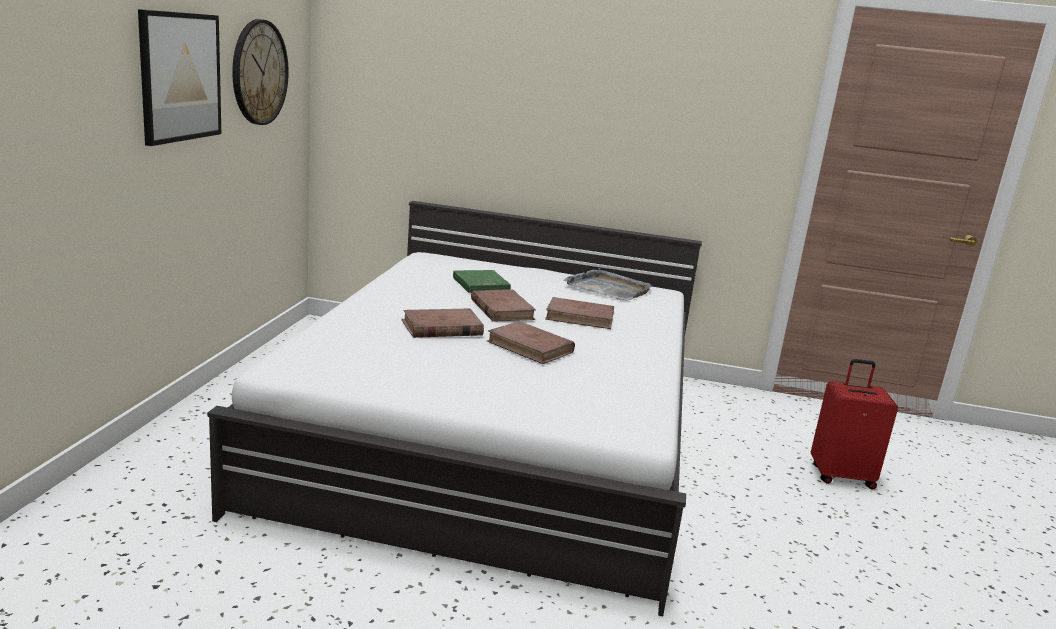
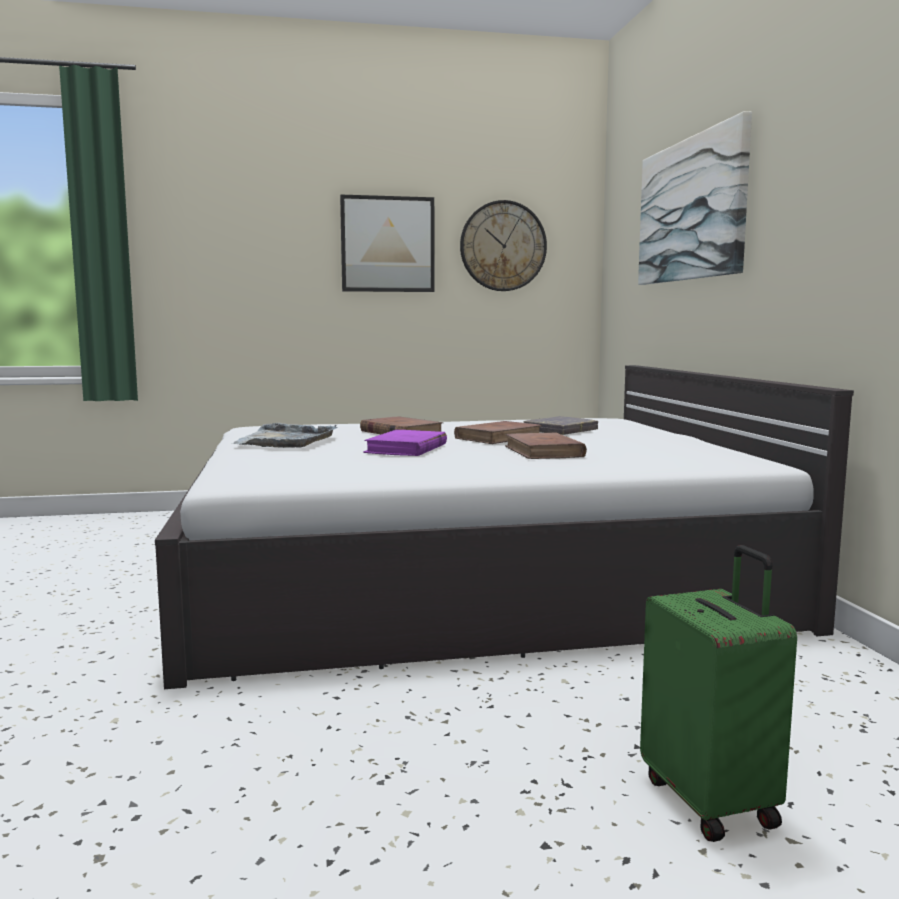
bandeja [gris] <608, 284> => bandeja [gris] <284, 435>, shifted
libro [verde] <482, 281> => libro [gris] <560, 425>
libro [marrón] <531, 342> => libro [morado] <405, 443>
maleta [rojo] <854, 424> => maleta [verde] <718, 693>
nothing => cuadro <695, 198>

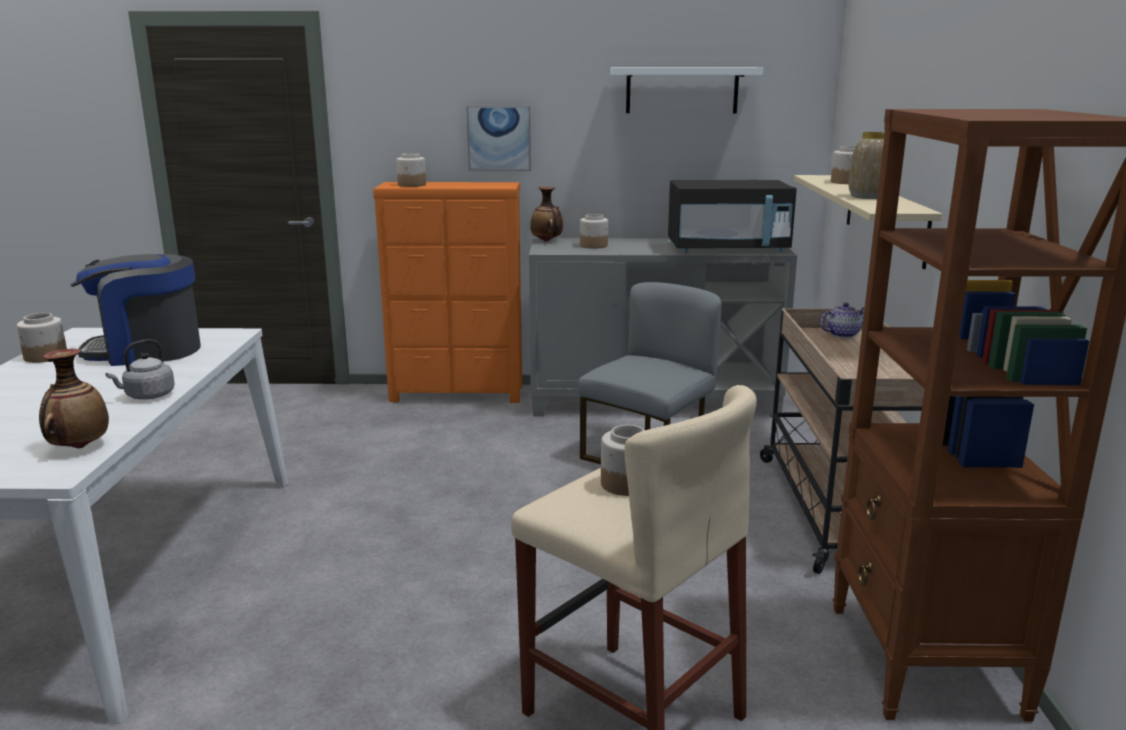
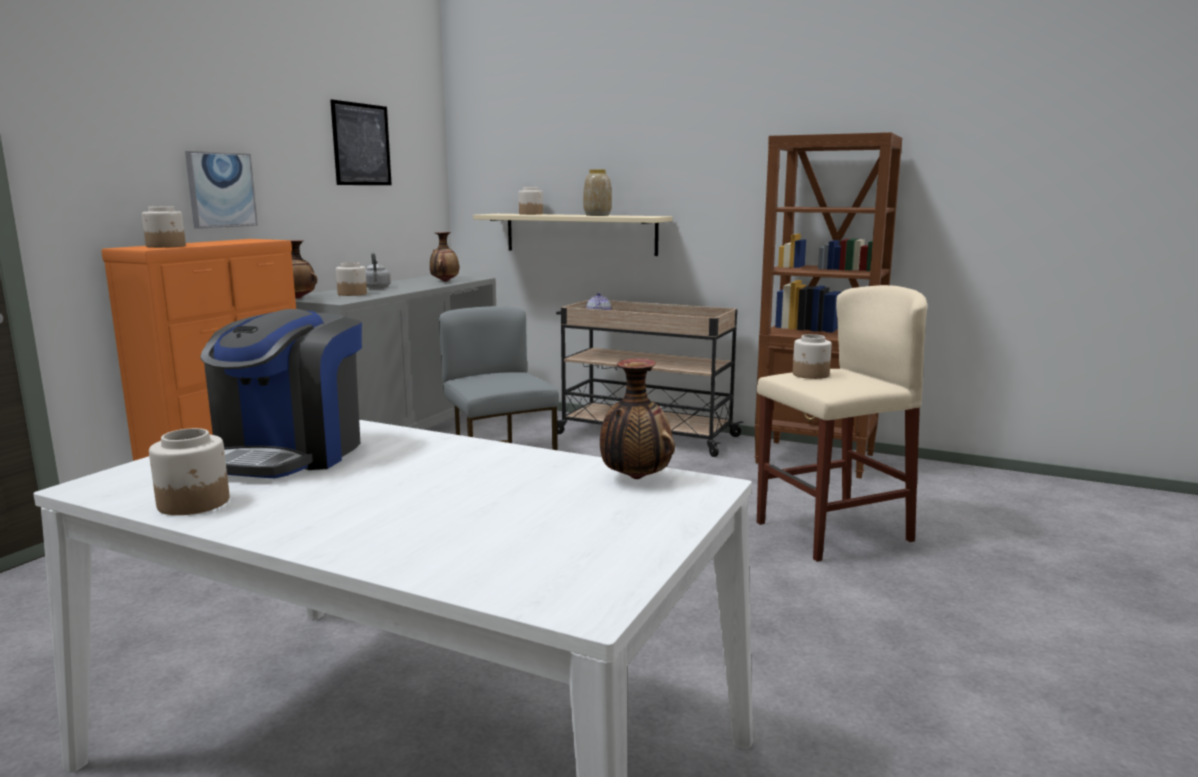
estante [blanco] <686, 90> => cuadro <361, 142>
microondas [negro] <732, 216> => florero <444, 257>
hervidor [gris] <140, 369> => hervidor [gris] <378, 271>, shifted

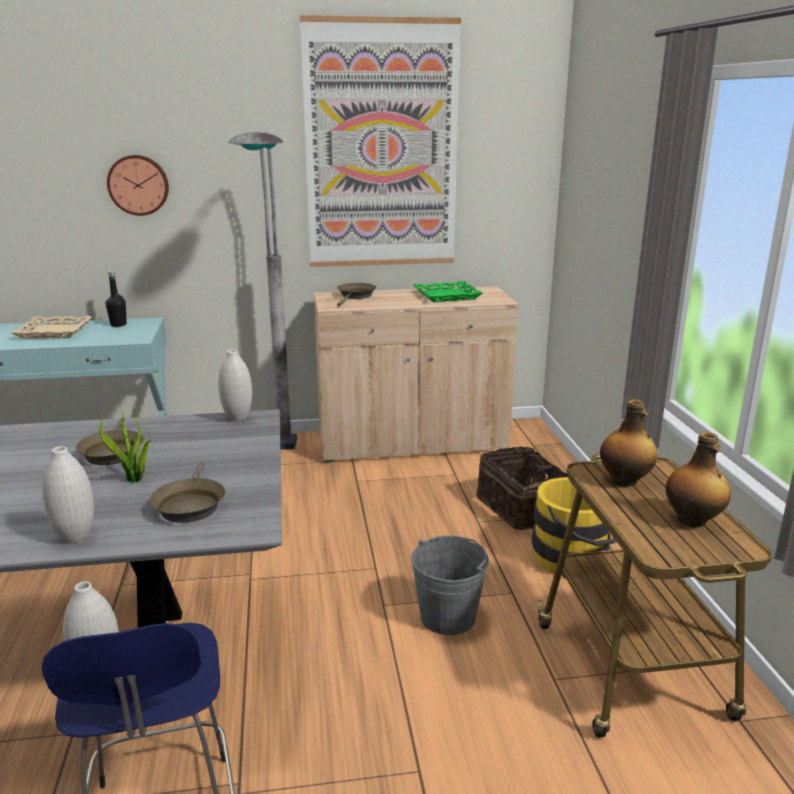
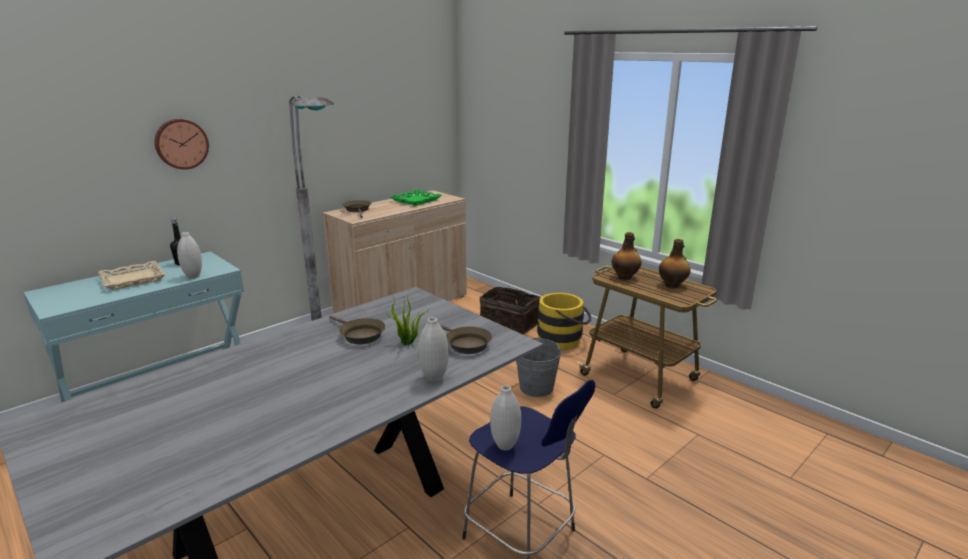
cuadro <380, 141> => nothing
florero [blanco] <235, 385> => florero [blanco] <189, 255>, shifted

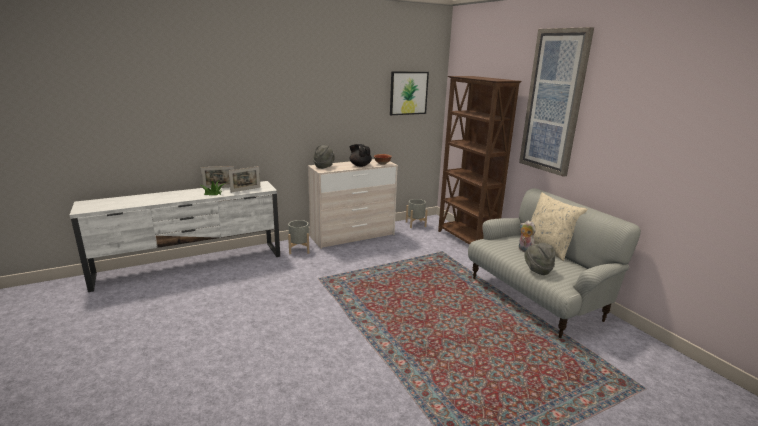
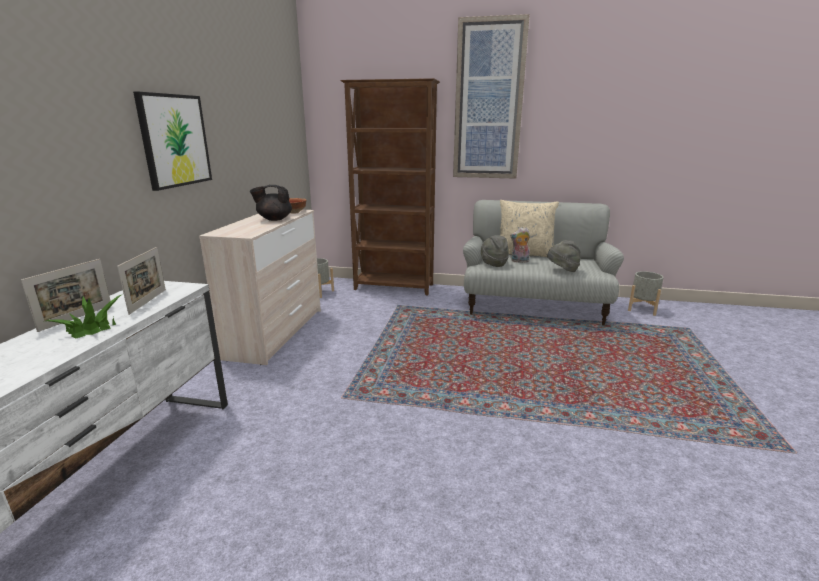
cuadro <409, 93> => cuadro <172, 141>, shifted
sombrero [gris] <324, 157> => sombrero [gris] <495, 251>, shifted
maceta [gris] <298, 237> => maceta [gris] <646, 293>, shifted

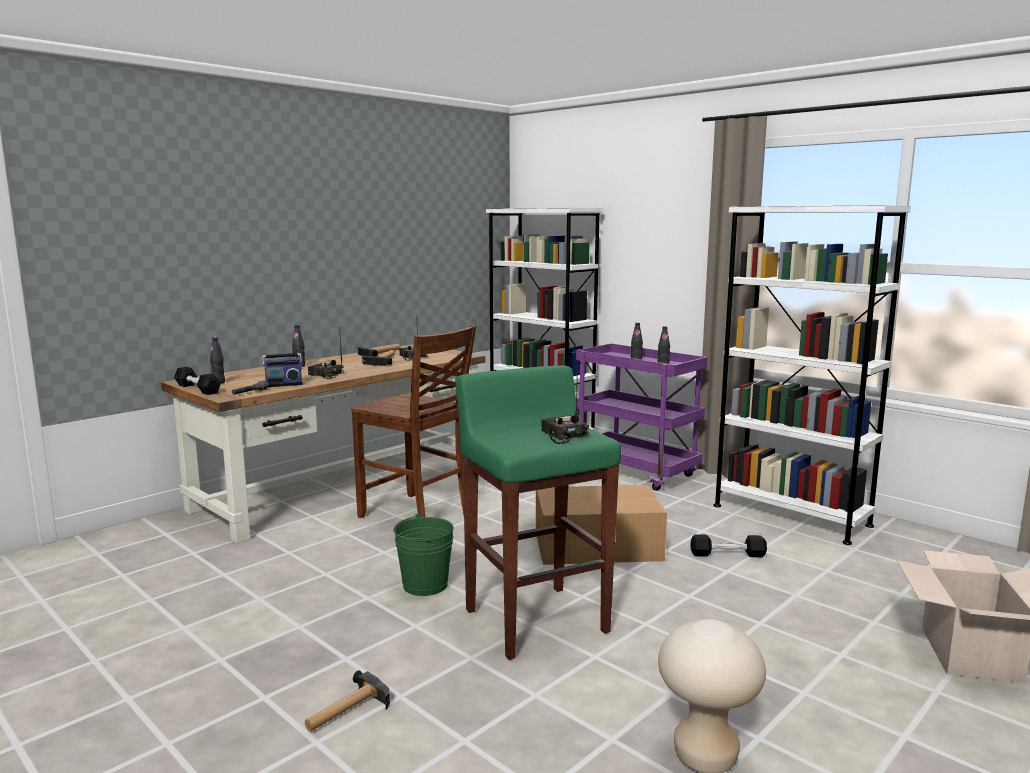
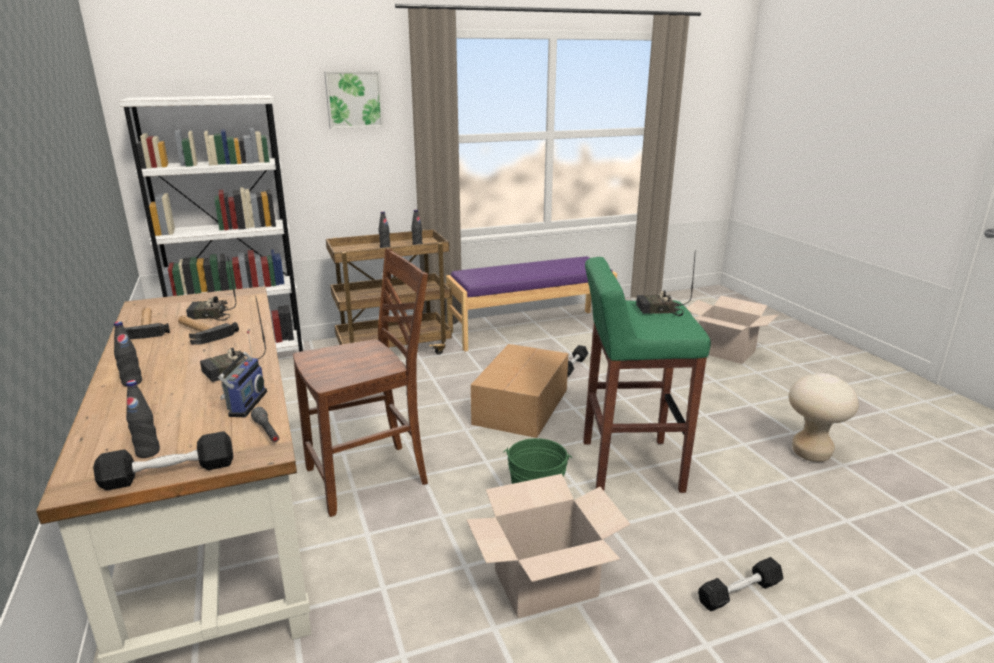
estantería [blanco] <812, 375> => banco [morado] <531, 304>
carrito [morado] <642, 417> => carrito [marrón] <389, 292>
martillo <347, 701> => mancuerna [negro] <741, 584>
nothing => cuadro <353, 100>
nothing => caja de cartón <548, 546>

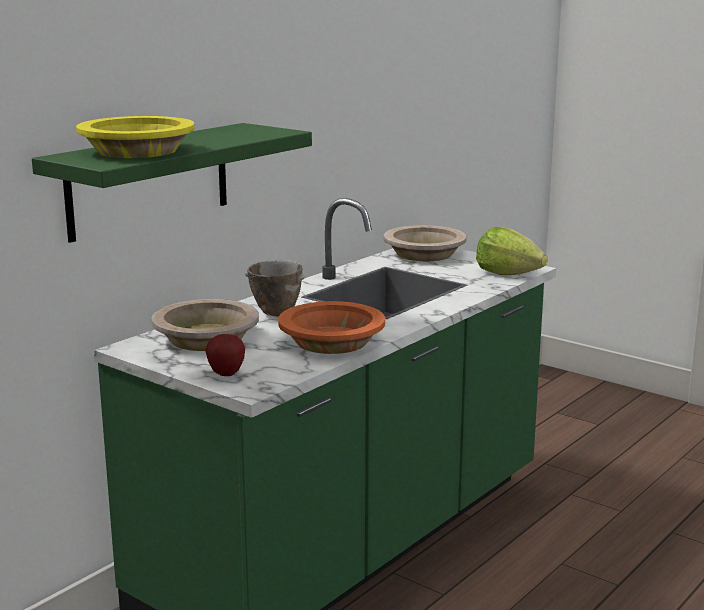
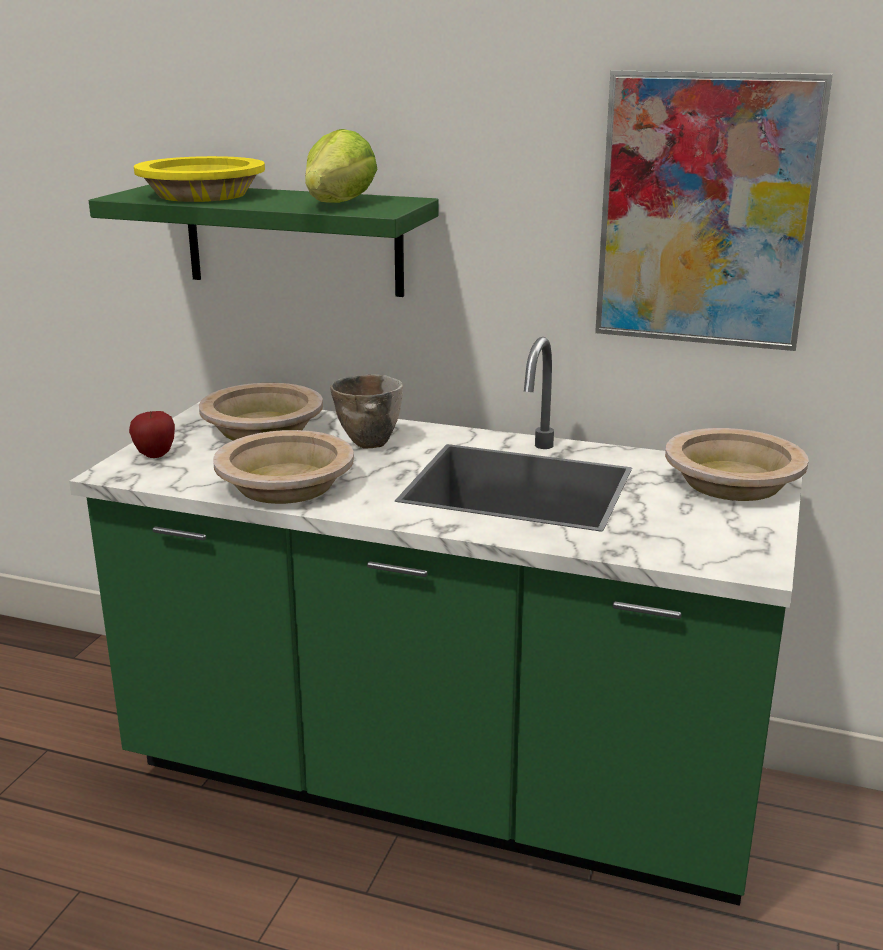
lechuga <512, 251> => lechuga <341, 166>, shifted
cuenco [naranja] <331, 327> => cuenco [beis] <283, 467>
nothing => cuadro <714, 210>

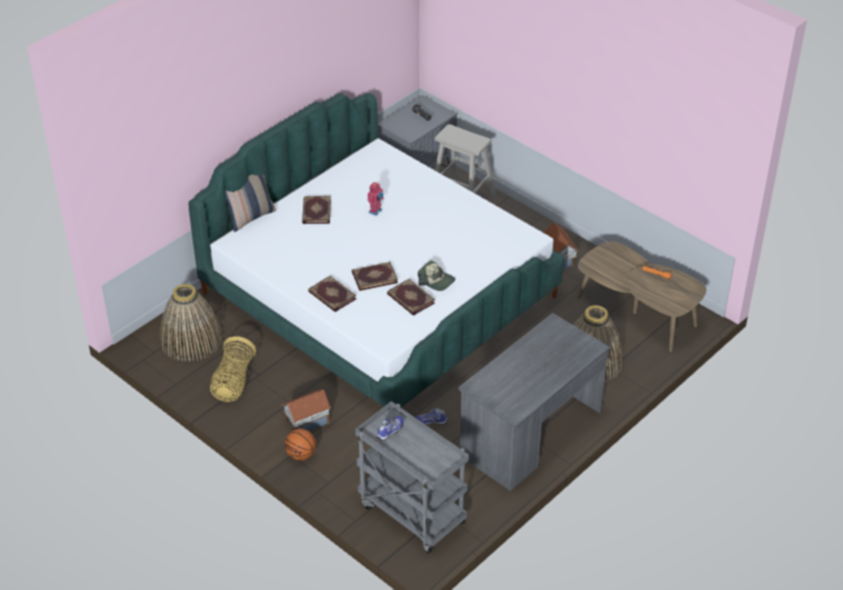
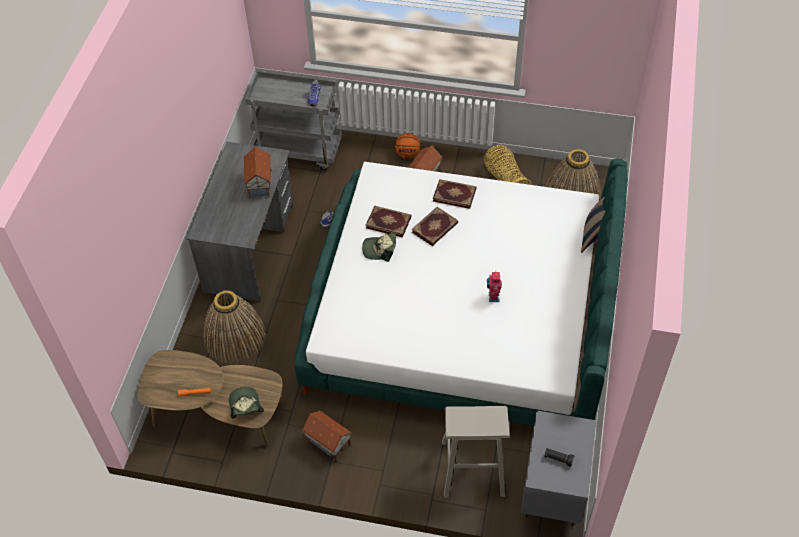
libro <316, 210> => nothing
nothing => casita <257, 172>
nothing => gorra <246, 402>

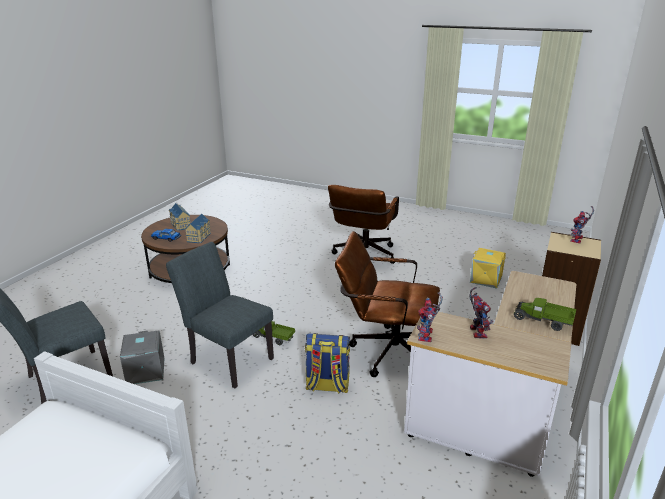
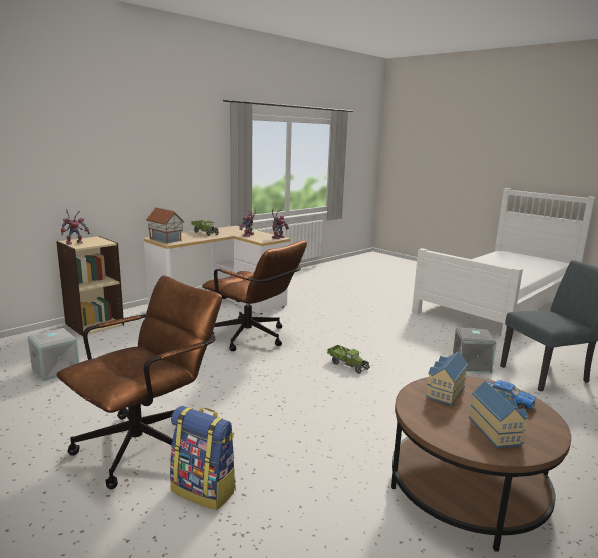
silla [gris] <220, 315> => nothing
caja de almacenaje [amarillo] <488, 268> => caja de almacenaje [gris] <53, 355>
mochila <327, 363> => mochila <203, 458>, shifted
nothing => casita <165, 226>

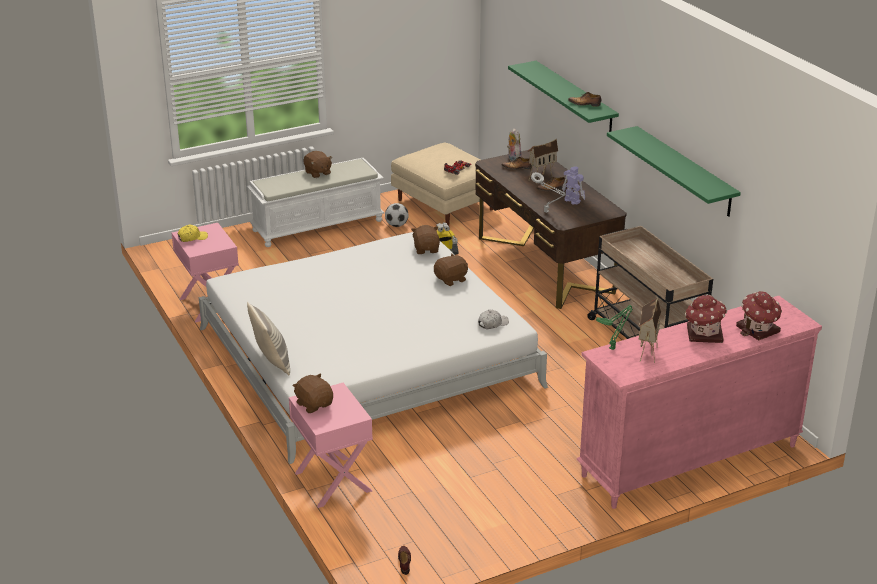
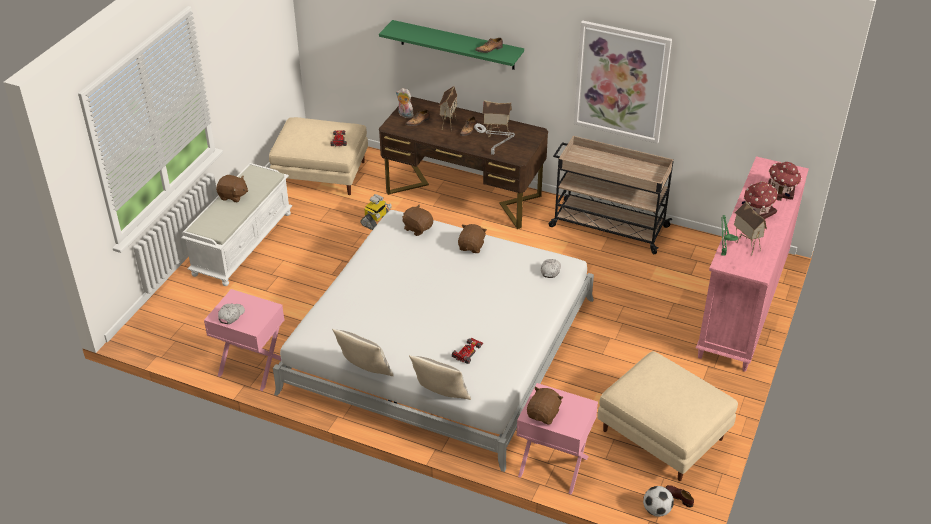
estante [verde] <674, 171> => cuadro <623, 82>
robot de juguete <573, 186> => casita <497, 118>
balón de fútbol <397, 215> => balón de fútbol <658, 501>, shifted
gorra [amarillo] <193, 233> => gorra [blanco] <231, 314>
peluche [marrón] <313, 393> => peluche [marrón] <545, 406>, 105 degrees clockwise
nothing => cojín <363, 352>
nothing => coche de juguete <467, 351>
nothing => puf [beis] <667, 416>

